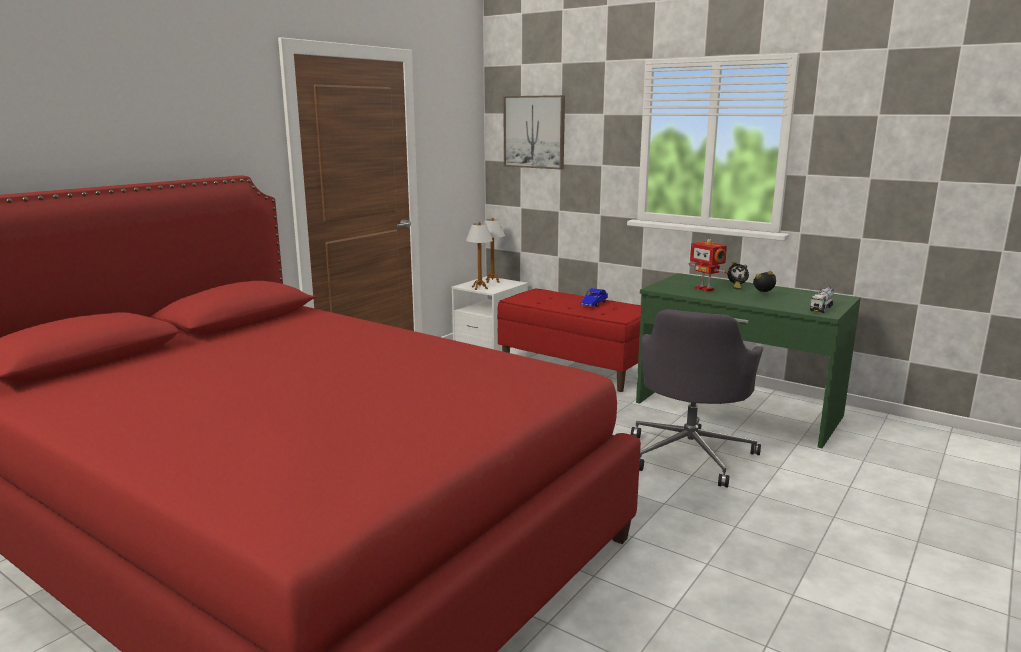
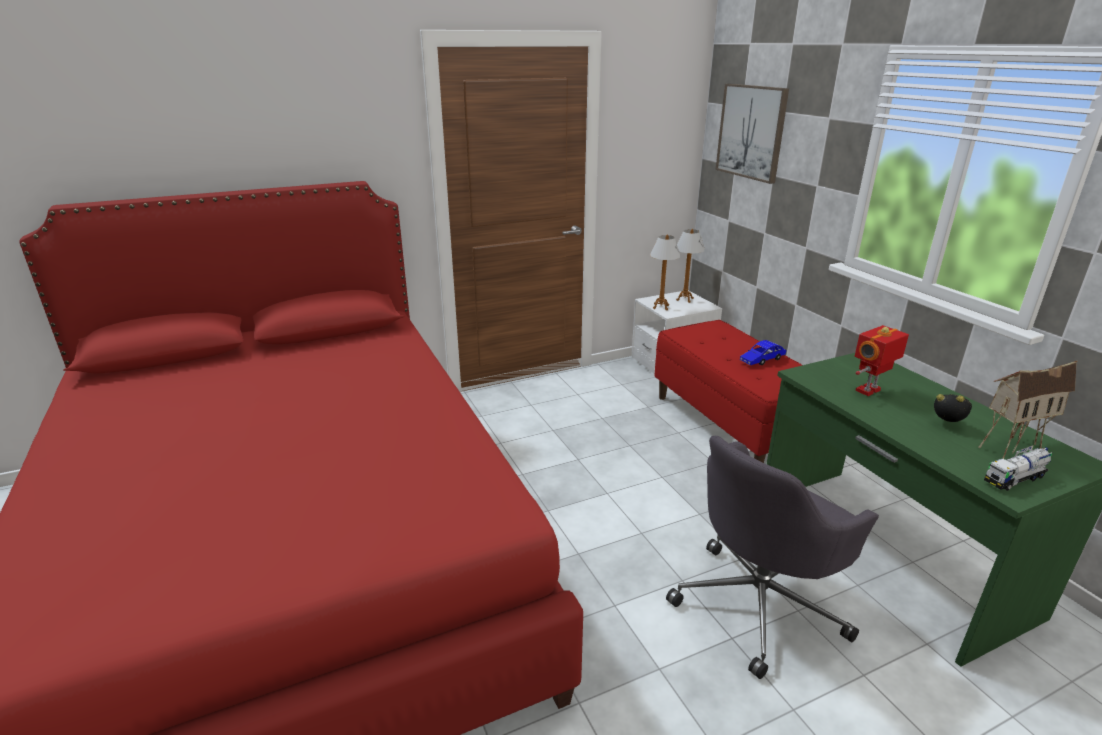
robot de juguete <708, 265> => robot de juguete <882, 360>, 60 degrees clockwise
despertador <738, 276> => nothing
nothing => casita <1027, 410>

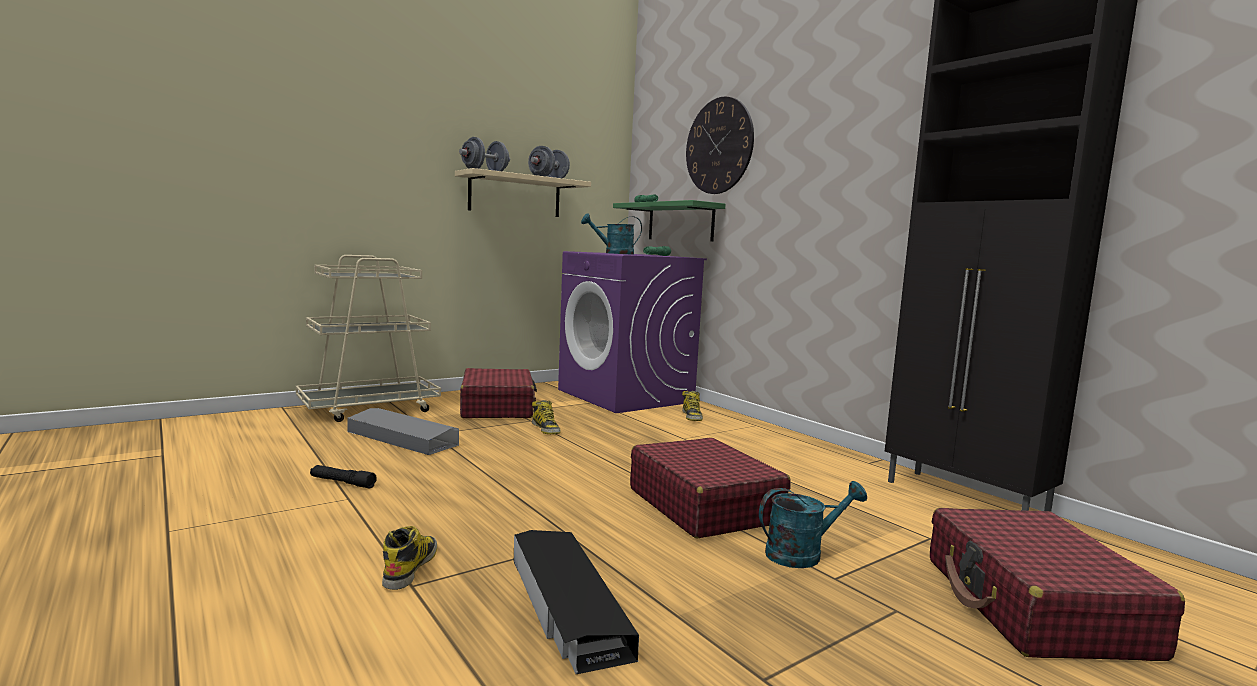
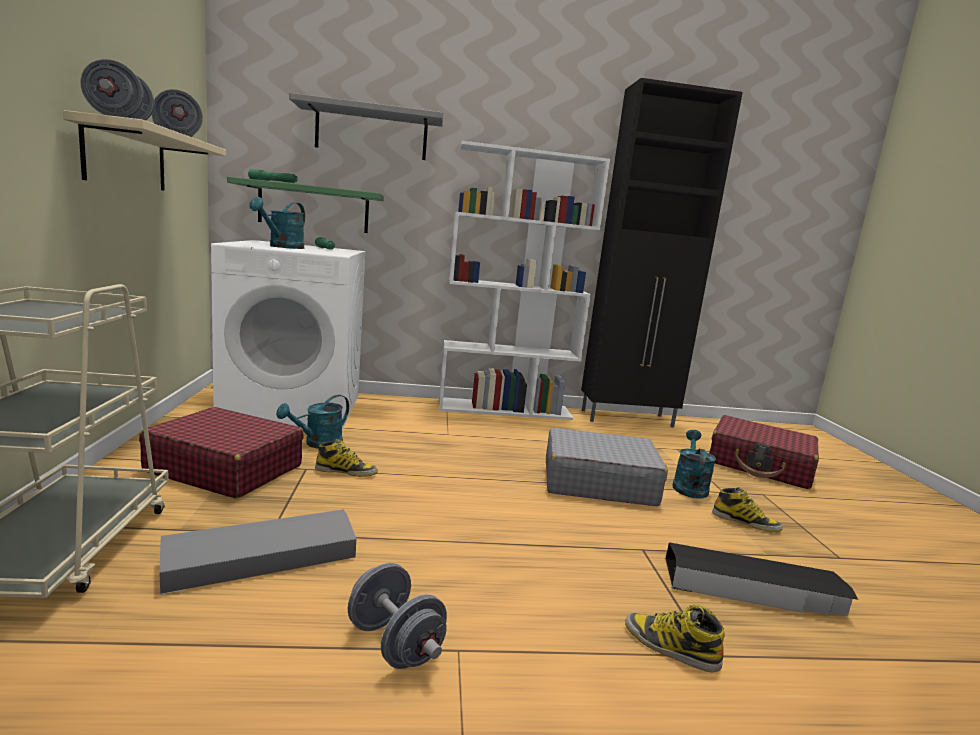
reloj de pared <720, 145> => estante [gris] <366, 126>
lavadora [morado] <632, 332> => lavadora [blanco] <288, 335>
bota <692, 406> => bota <747, 509>, shifted
maleta [rojo] <710, 488> => maleta [gris] <607, 466>
linterna [negro] <343, 476> => mancuerna [gris] <397, 616>
nothing => estantería [blanco] <524, 280>
nothing => regadera [turquesa] <312, 422>

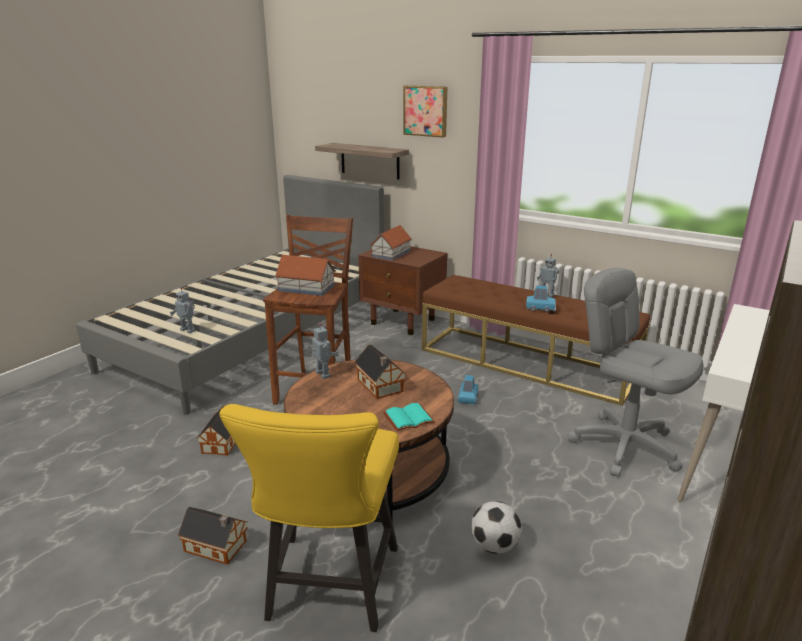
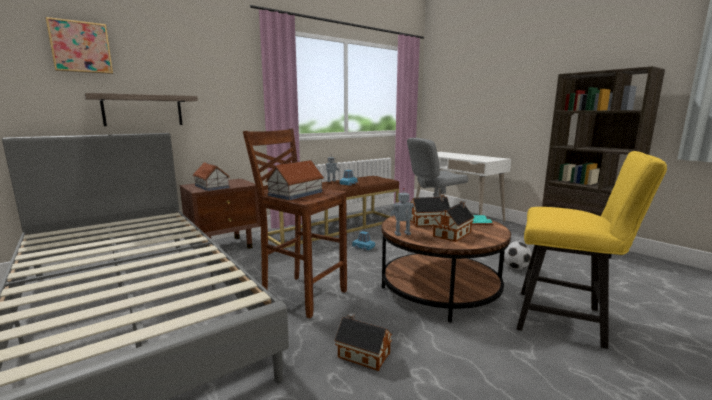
cuadro <425, 111> => cuadro <79, 45>, shifted
robot de juguete <182, 310> => nothing
casita <213, 535> => casita <453, 221>, shifted

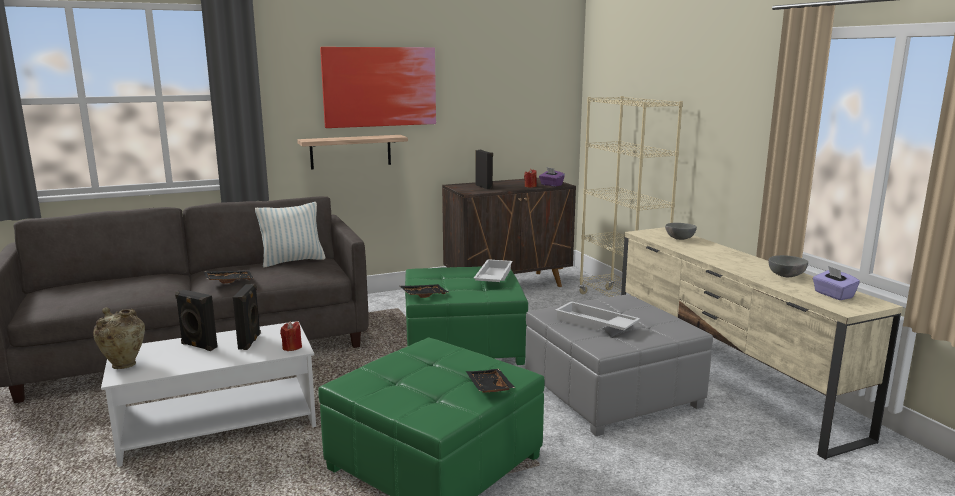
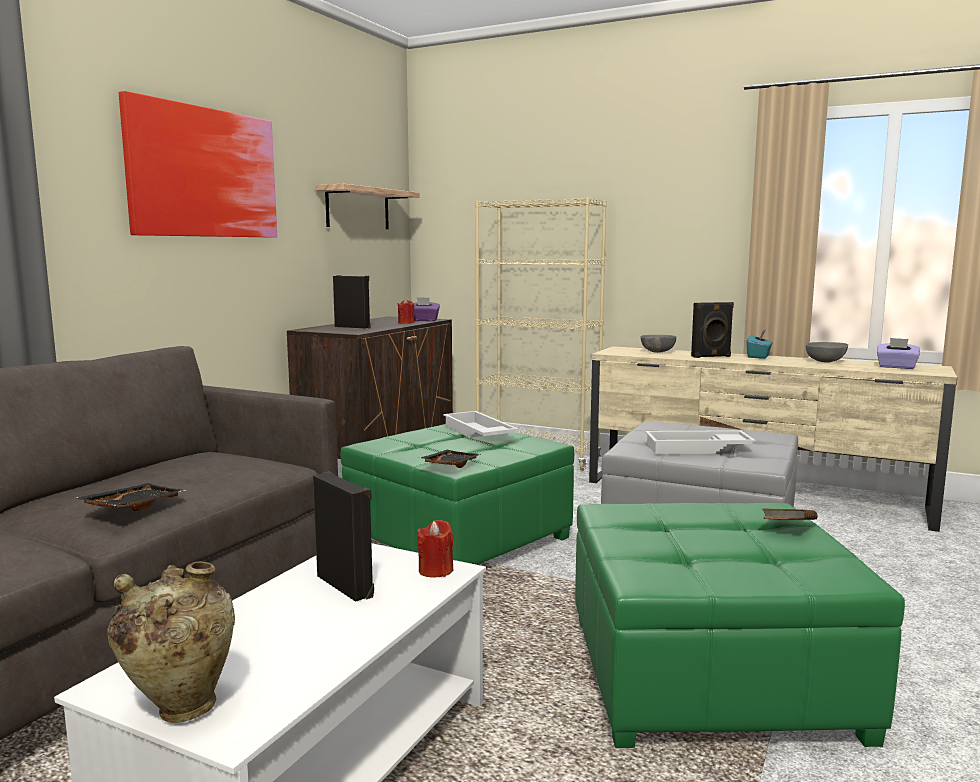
estante <352, 152> => estante <367, 206>, shifted
cojín <290, 235> => nothing
altavoz [negro] <196, 320> => altavoz [negro] <712, 330>, shifted
bandeja [negro] <490, 381> => libro [marrón] <790, 514>
nothing => caja de pañuelos [turquesa] <759, 344>

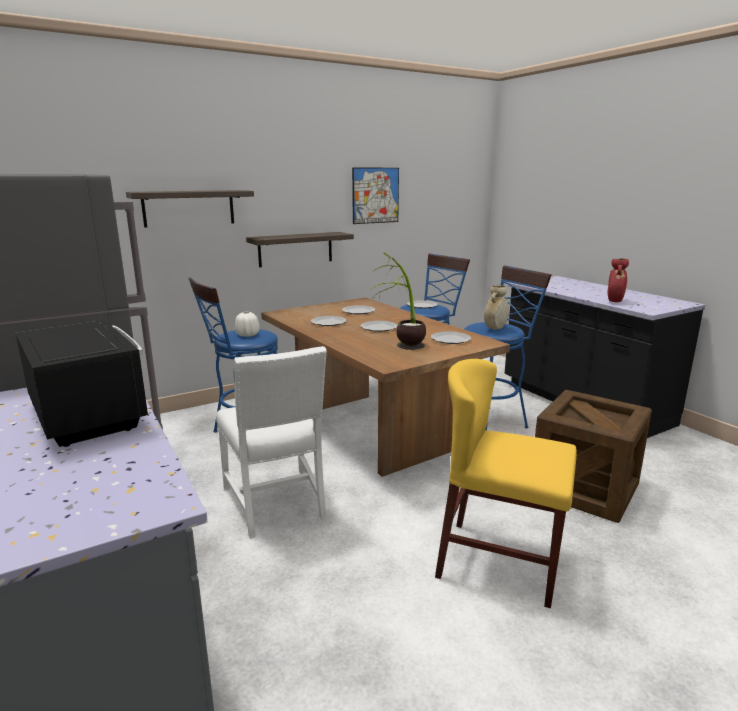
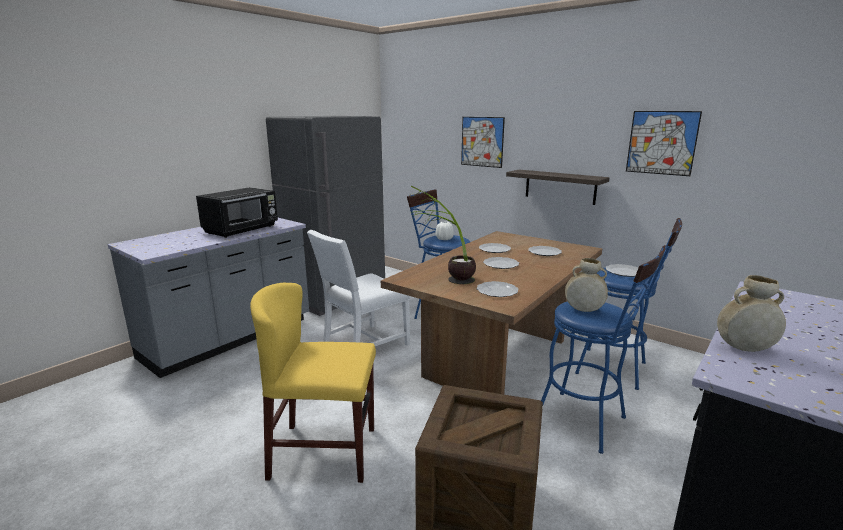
estante <190, 208> => cuadro <483, 142>
florero [rojo] <618, 280> => florero [beis] <751, 313>
silla [amarillo] <506, 483> => silla [amarillo] <313, 383>, 90 degrees counterclockwise

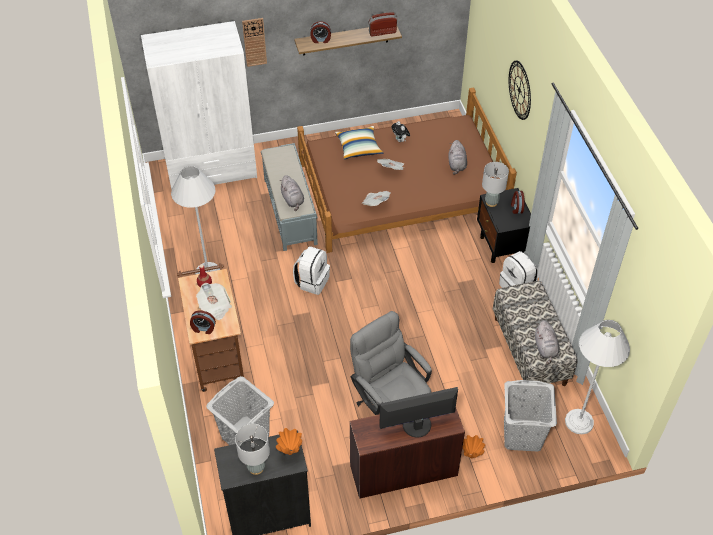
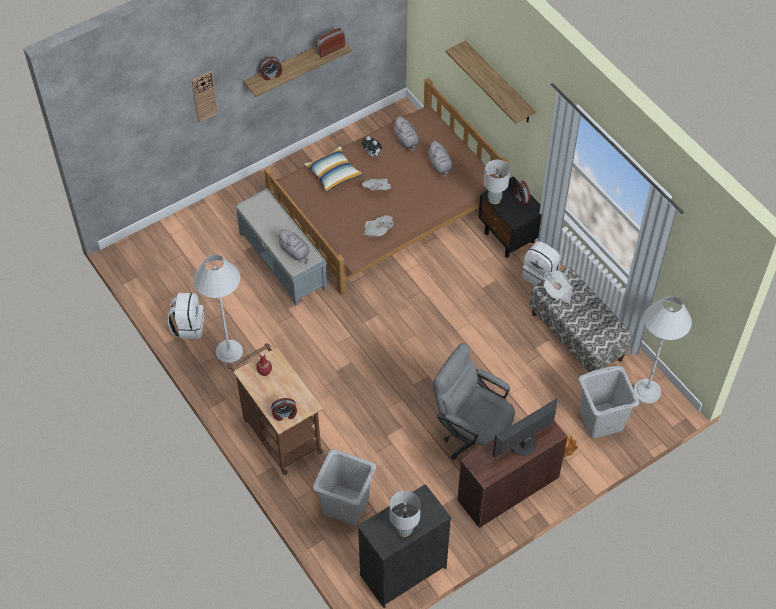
armario ropero [blanco] <199, 105> => nothing
reloj de pared <520, 90> => estante <491, 82>
mochila [blanco] <311, 270> => mochila [blanco] <186, 316>, shifted
periódico <214, 301> => periódico <558, 286>, shifted
peluche [gris] <547, 342> => peluche [gris] <406, 134>, shifted
florero [naranja] <289, 441> => nothing

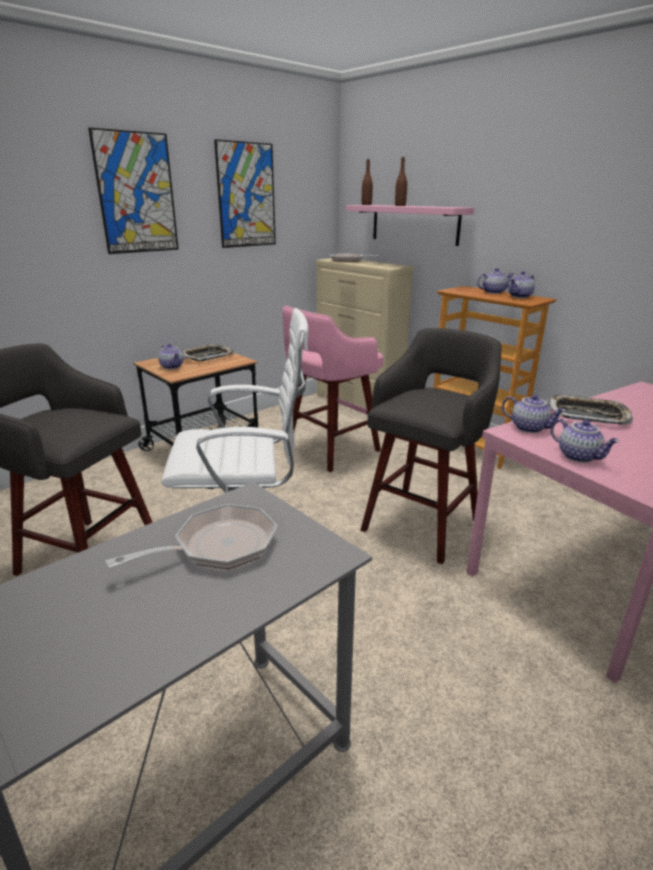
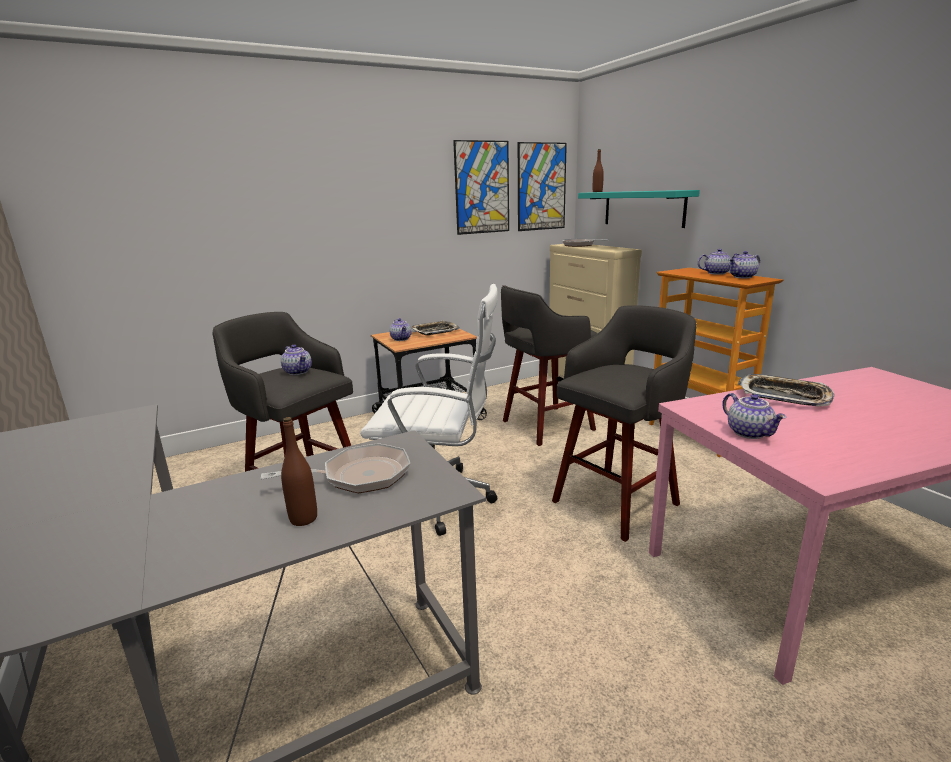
cuadro <133, 191> => cuadro <542, 186>, shifted
botella [marrón] <401, 181> => botella [marrón] <299, 471>, shifted
estante [rosa] <410, 225> => estante [turquesa] <639, 209>
taburete [rosa] <333, 389> => taburete [gris] <549, 365>
tetera <534, 414> => tetera <296, 360>, shifted

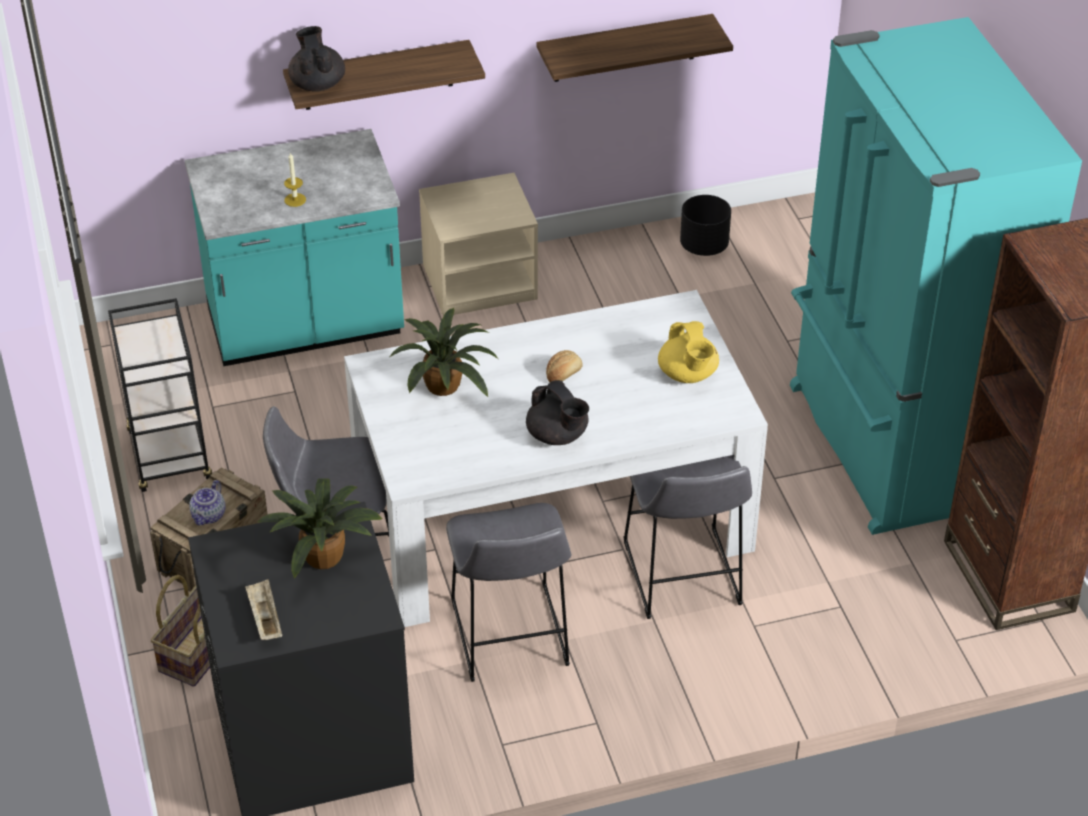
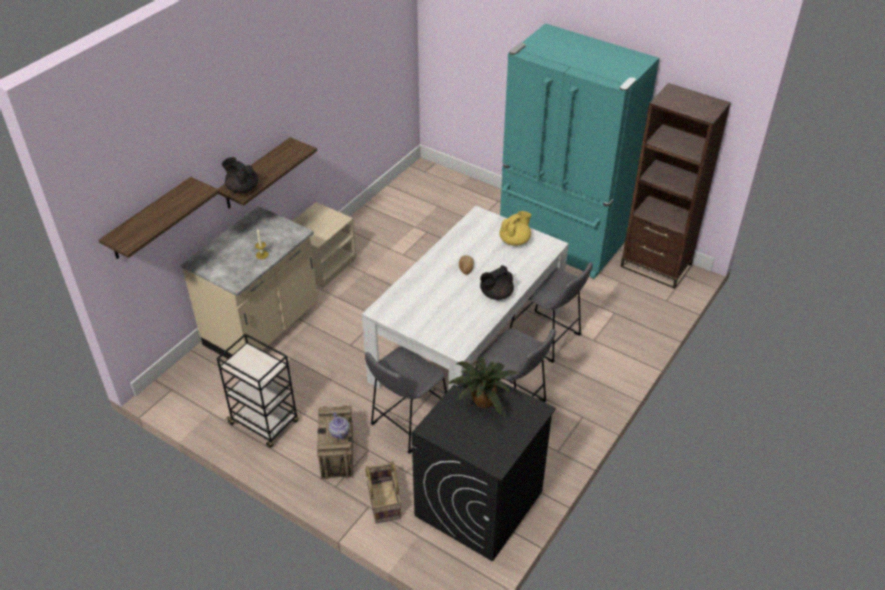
estante <635, 48> => estante <159, 218>, shifted
mueble bajo de cocina [turquesa] <294, 247> => mueble bajo de cocina [beis] <249, 282>
maceta [negro] <705, 225> => nothing
planta en maceta <444, 352> => nothing
tetera [amarillo] <688, 352> => tetera [amarillo] <515, 228>, 75 degrees counterclockwise
tetera [negro] <557, 412> => tetera [negro] <497, 282>, 135 degrees clockwise
bandeja [beis] <263, 609> => nothing

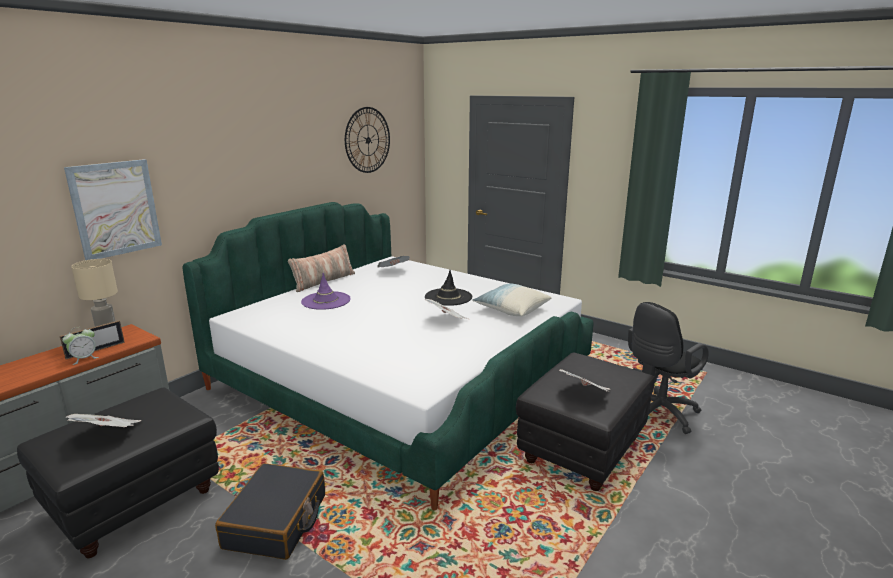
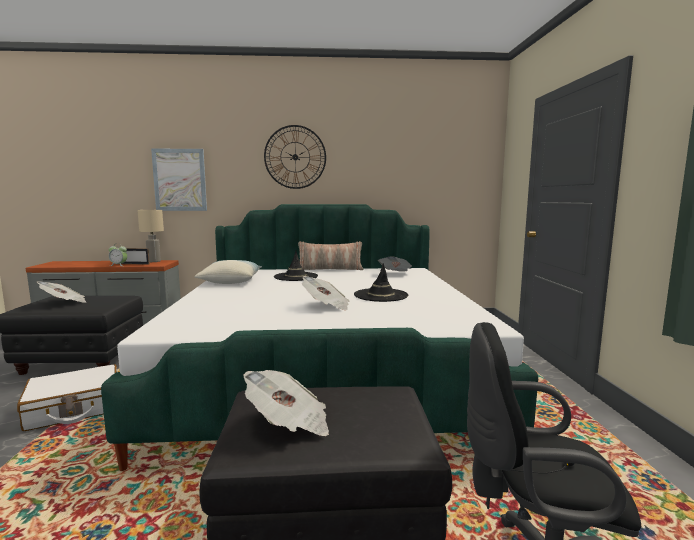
reloj de pared <367, 140> => reloj de pared <295, 157>, shifted
sombrero [morado] <326, 291> => sombrero [negro] <296, 266>
cojín <511, 300> => cojín <228, 272>, shifted
maleta [negro] <270, 511> => maleta [blanco] <67, 397>

